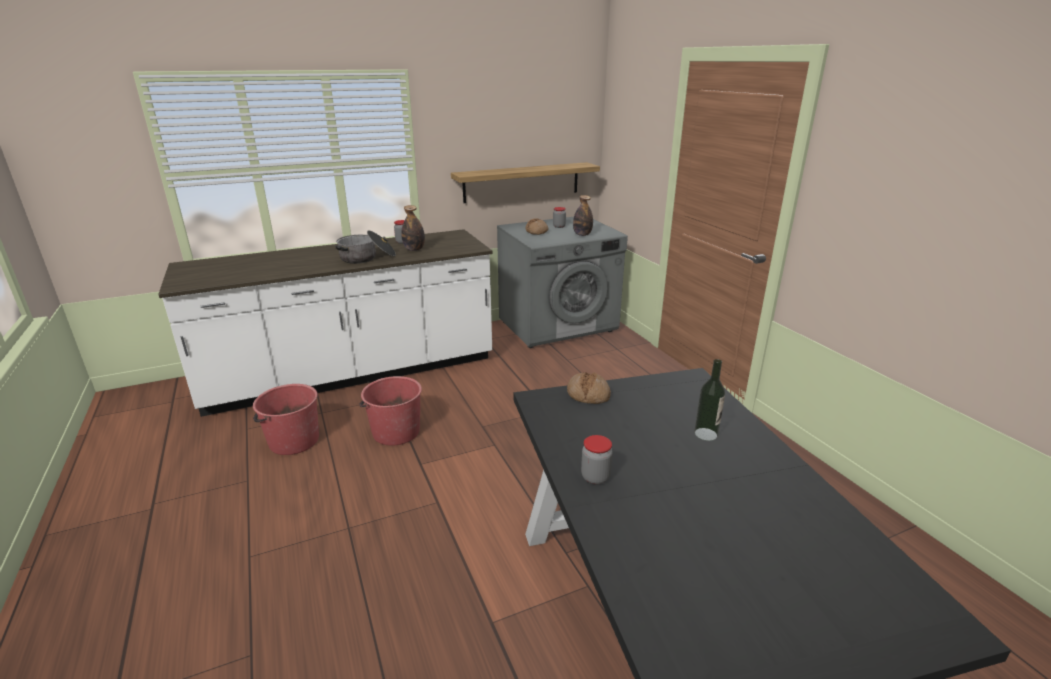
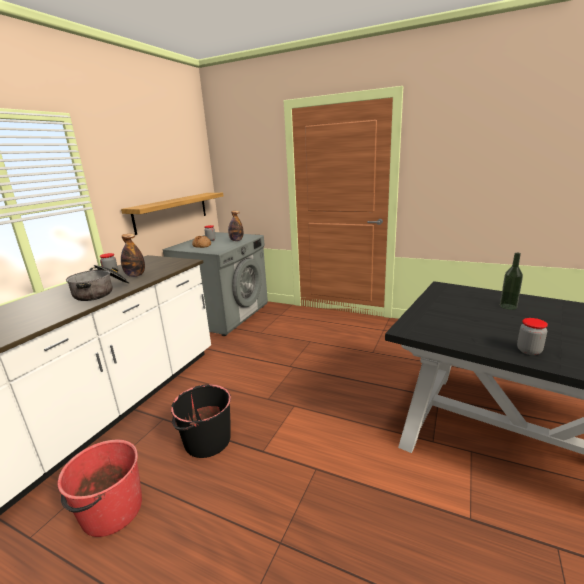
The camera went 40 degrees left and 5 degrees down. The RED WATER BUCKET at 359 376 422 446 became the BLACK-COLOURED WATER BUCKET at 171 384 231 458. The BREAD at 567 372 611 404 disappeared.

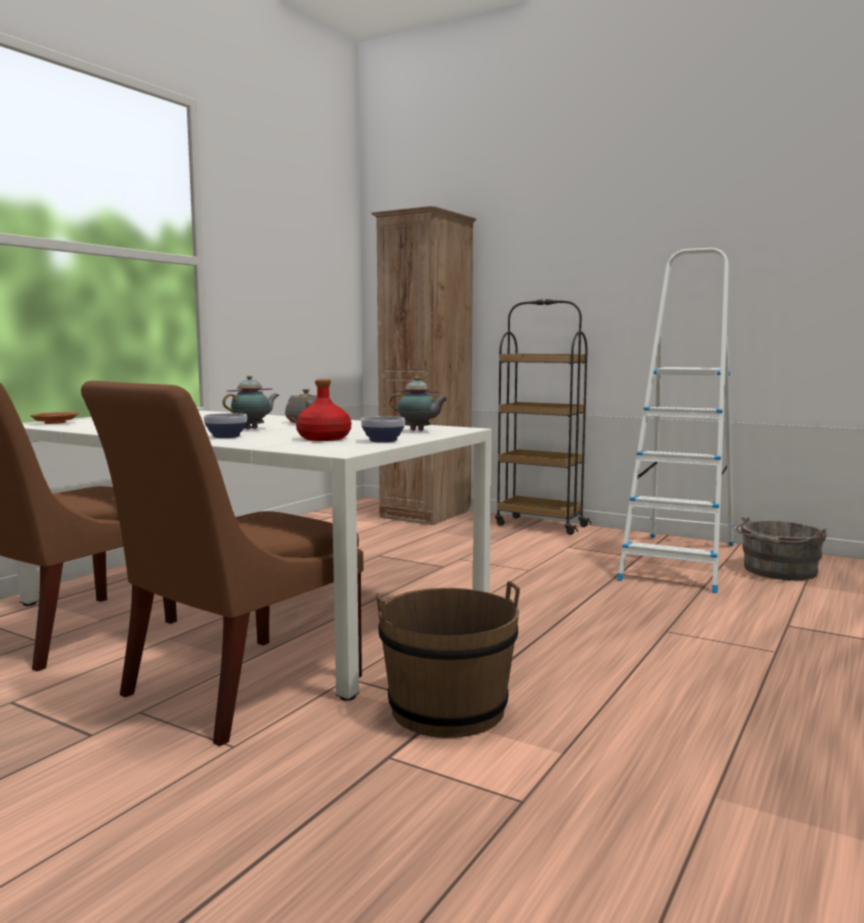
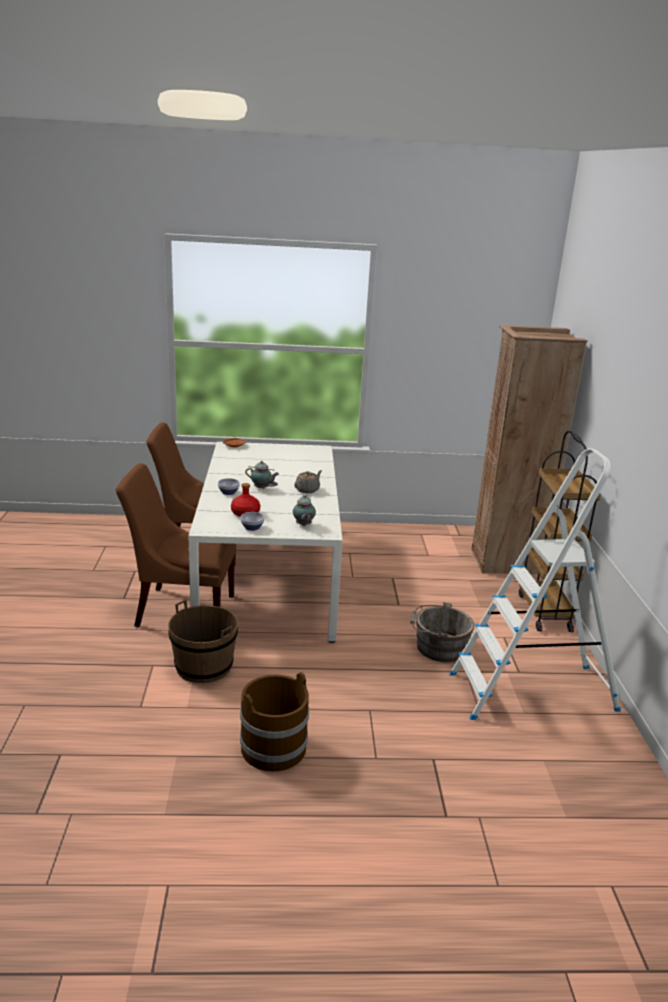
The camera went 55 degrees right and 15 degrees up. The BROWN WATER BUCKET at 240 672 309 771 appeared. The GRAY WATER BUCKET moved from 736 516 827 580 to 410 602 474 662.

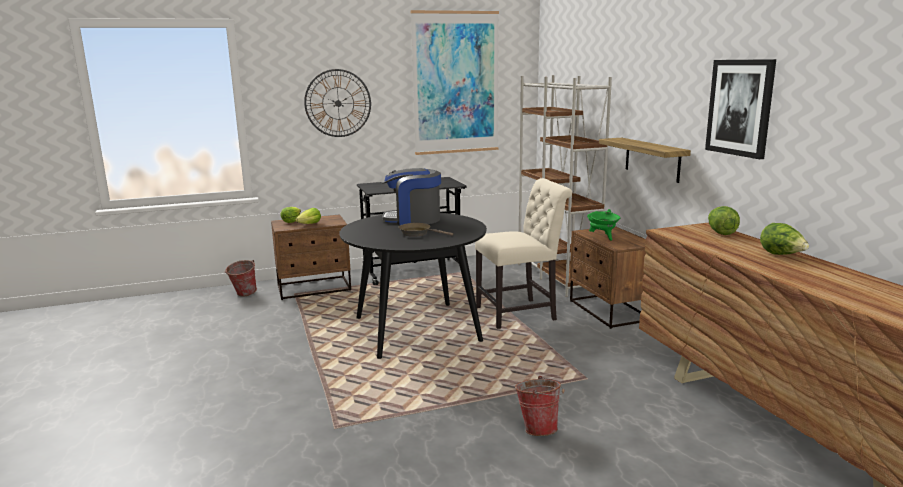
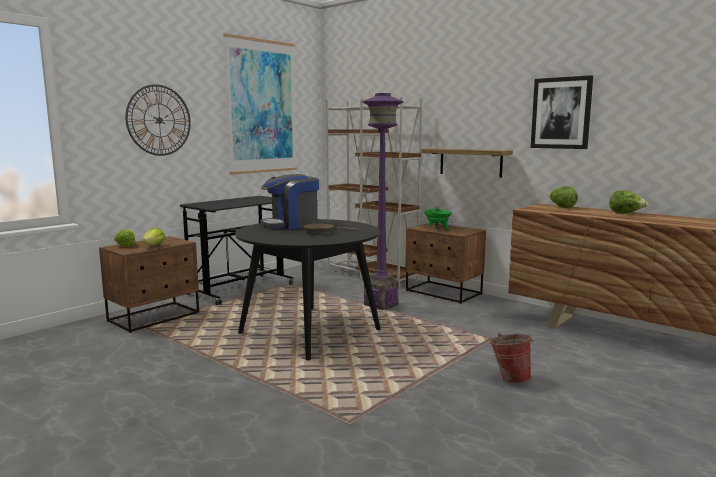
The camera went 30 degrees left and 5 degrees down. The BEIGE CHAIR at 475 178 572 329 was replaced by the PURPLE-COLOURED STANDING LAMP at 362 93 404 310. The WATER BUCKET at 224 260 257 297 disappeared.

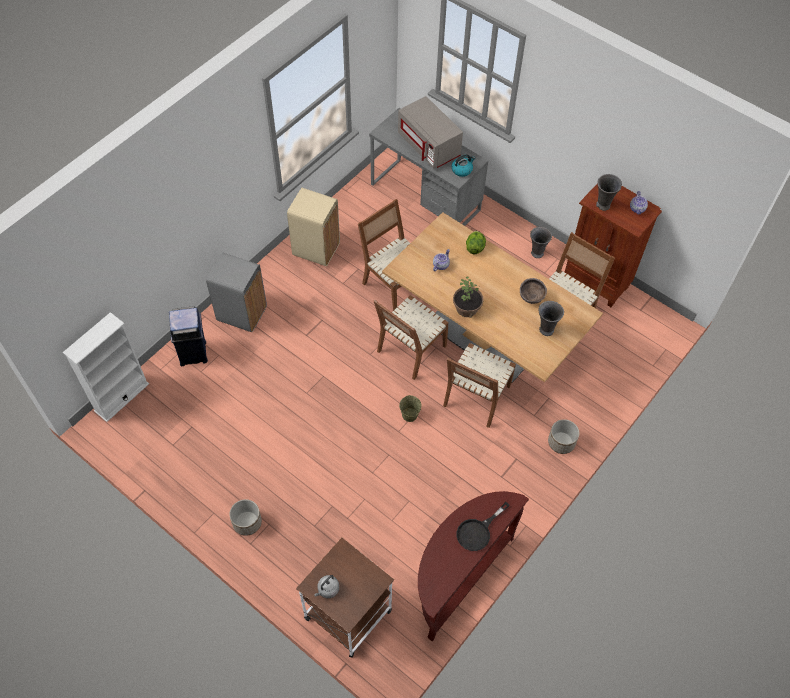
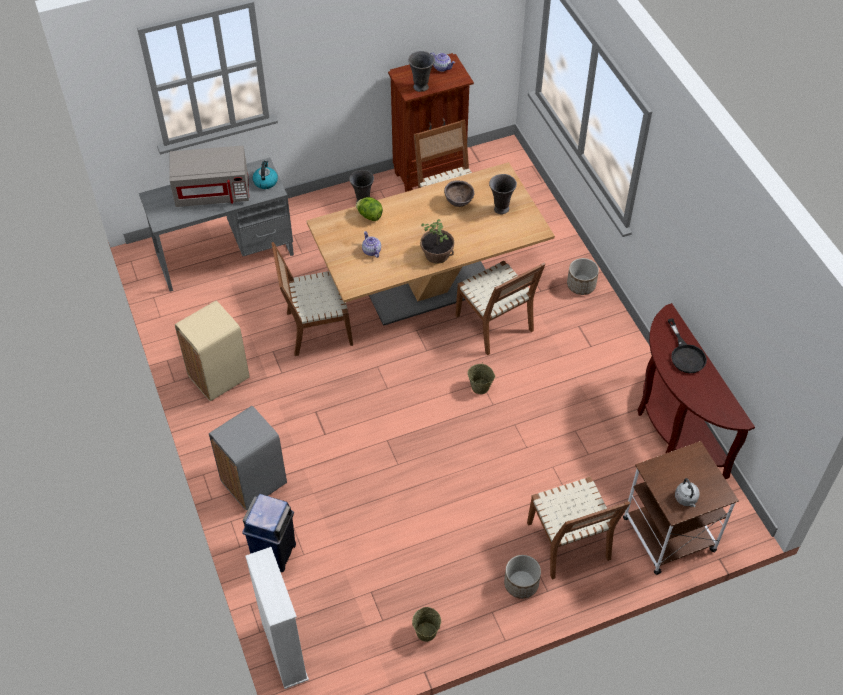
The camera went 60 degrees left and 5 degrees down. The BEIGE WATER BUCKET at 412 607 441 642 appeared. The CHAIR moved from 374 295 449 380 to 527 476 630 580.

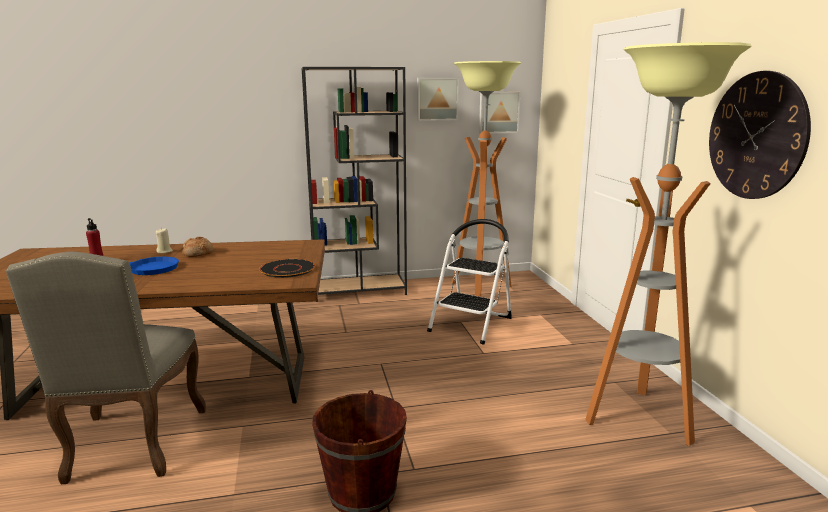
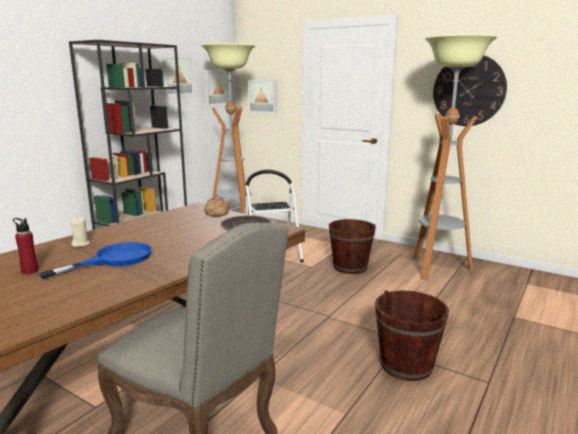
The camera went 45 degrees left and 0 degrees up. The BREAD moved from 182 237 213 257 to 204 198 229 217. The PICTURE at 248 80 277 113 appeared. The BROWN WATER BUCKET at 329 219 376 274 appeared.

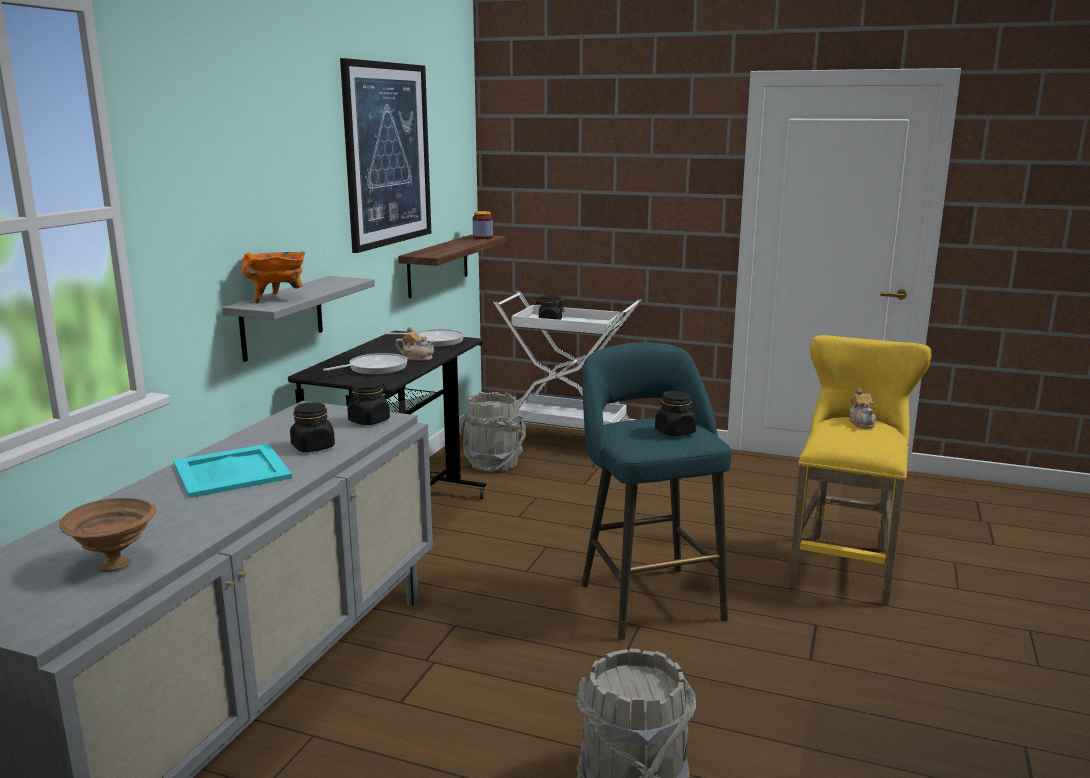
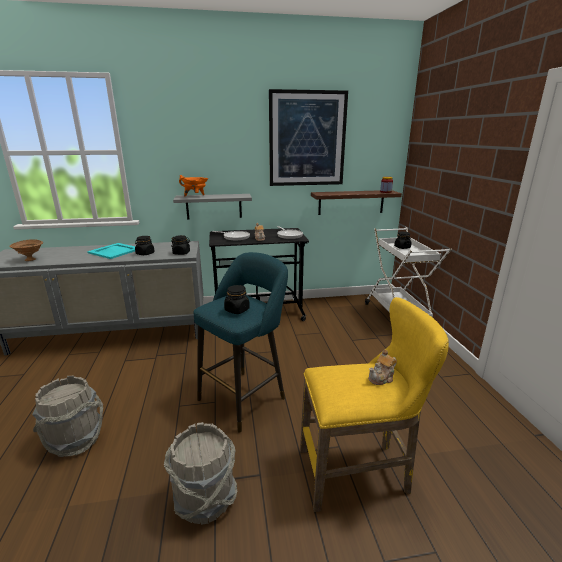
The camera went 60 degrees right and 5 degrees up. The GRAY WATER BUCKET moved from 461 392 526 472 to 164 422 237 525.

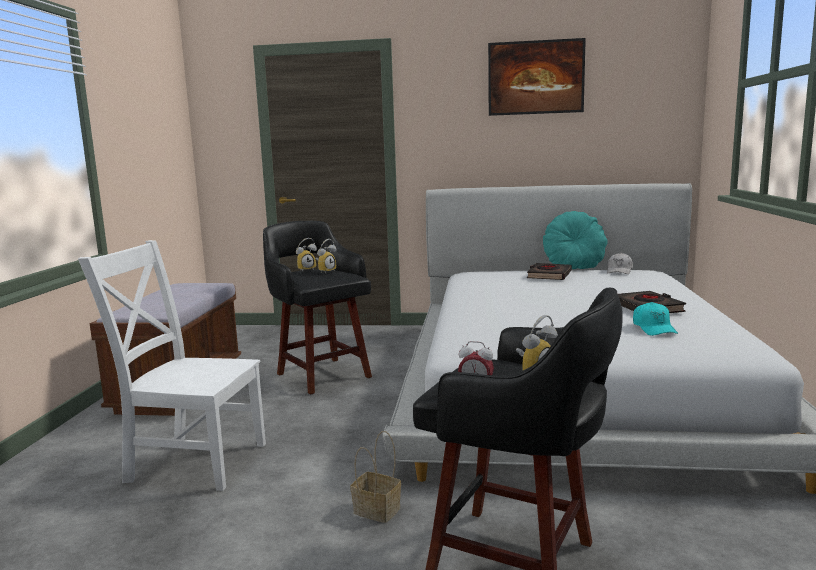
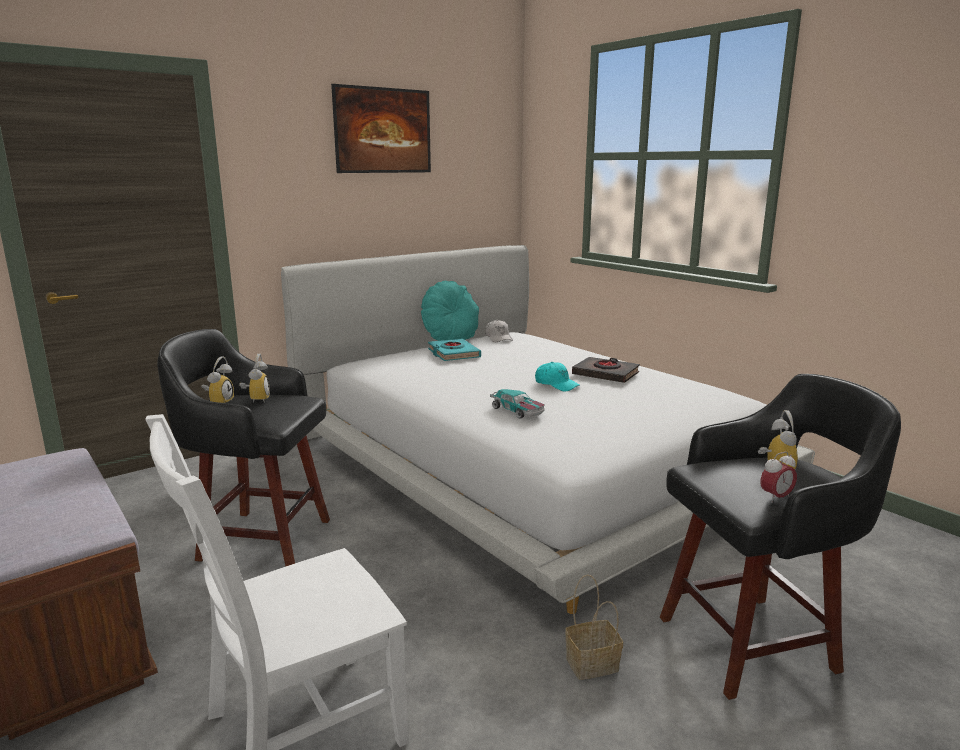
The camera went 45 degrees left and 5 degrees up. The BLACK-COLOURED VOLUME at 527 263 572 280 became the TURQUOISE VOLUME at 428 339 481 361. The MODEL CAR at 490 389 545 419 appeared. The TURQUOISE PEAKED CAP moved from 633 302 678 336 to 535 362 580 391.

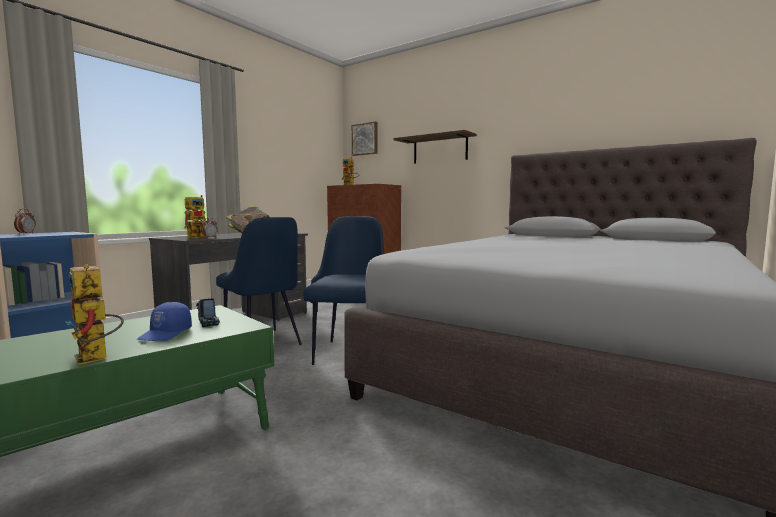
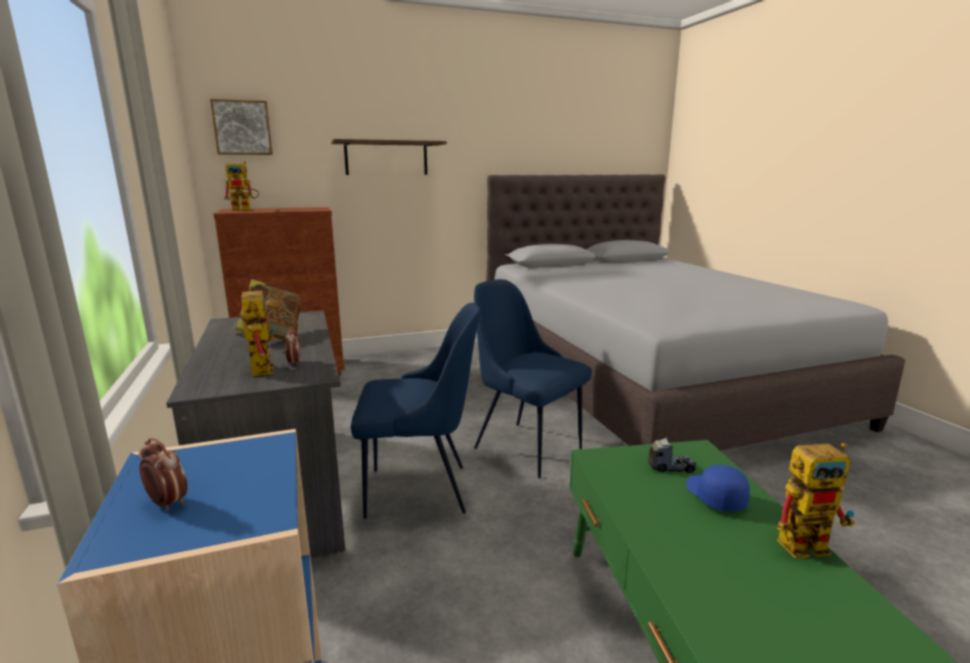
The camera went 55 degrees left and 10 degrees up. The BLUISH PEAKED CAP at 137 302 192 341 turned 150 degrees counterclockwise.

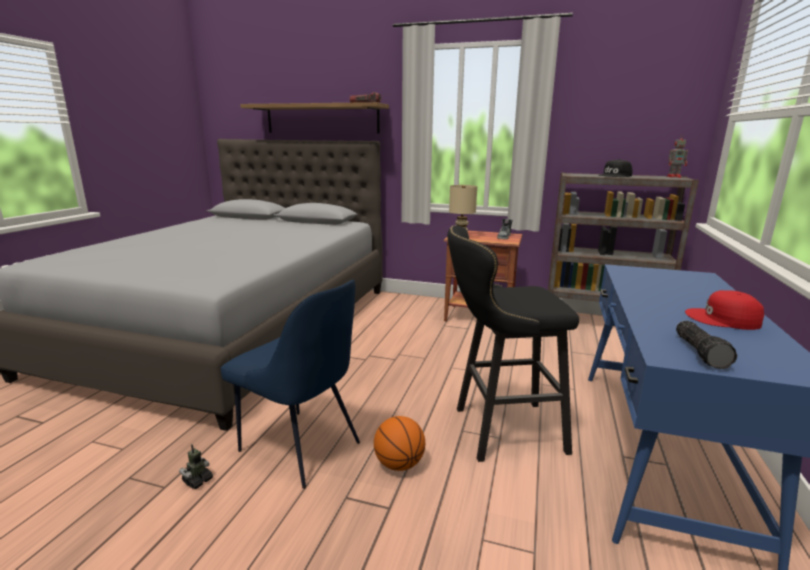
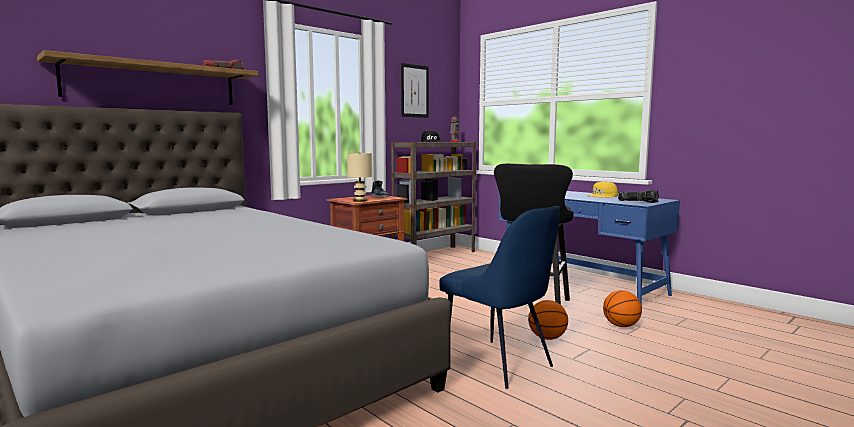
The camera went 60 degrees left and 10 degrees down. The PICTURE at 401 63 429 118 appeared. The BLUISH CHAIR at 221 280 360 489 turned 75 degrees clockwise. The RED PEAKED CAP at 685 290 764 330 became the YELLOW PEAKED CAP at 587 181 618 198. The BASKETBALL BALL at 603 290 642 327 appeared. The MODEL ROBOT at 179 445 213 489 disappeared.

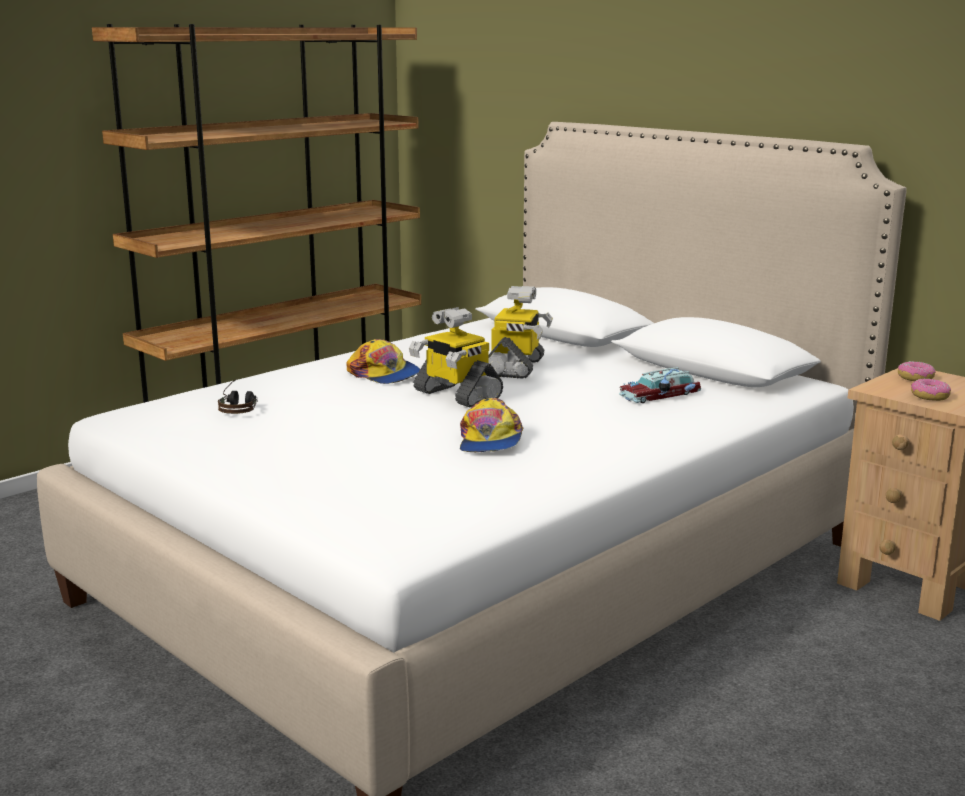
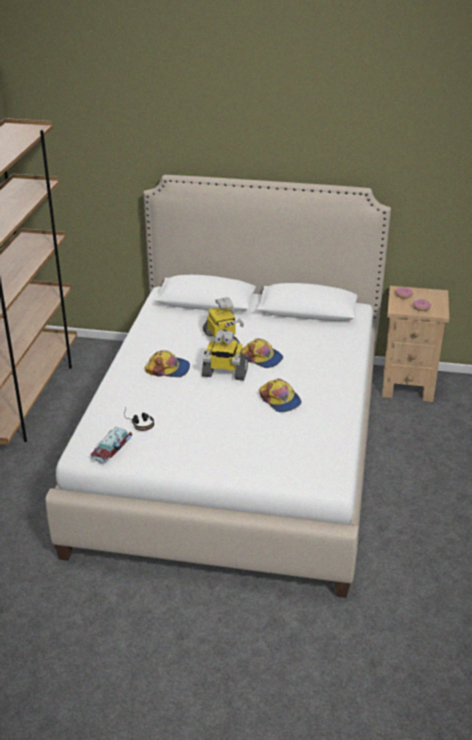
The camera went 35 degrees left and 15 degrees up. The MODEL CAR moved from 619 367 701 403 to 90 426 132 463. The PEAKED CAP at 241 339 283 368 appeared.

